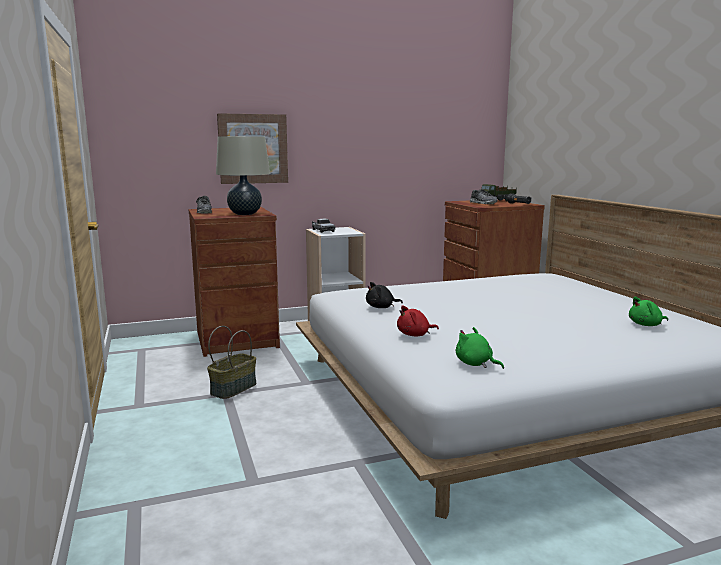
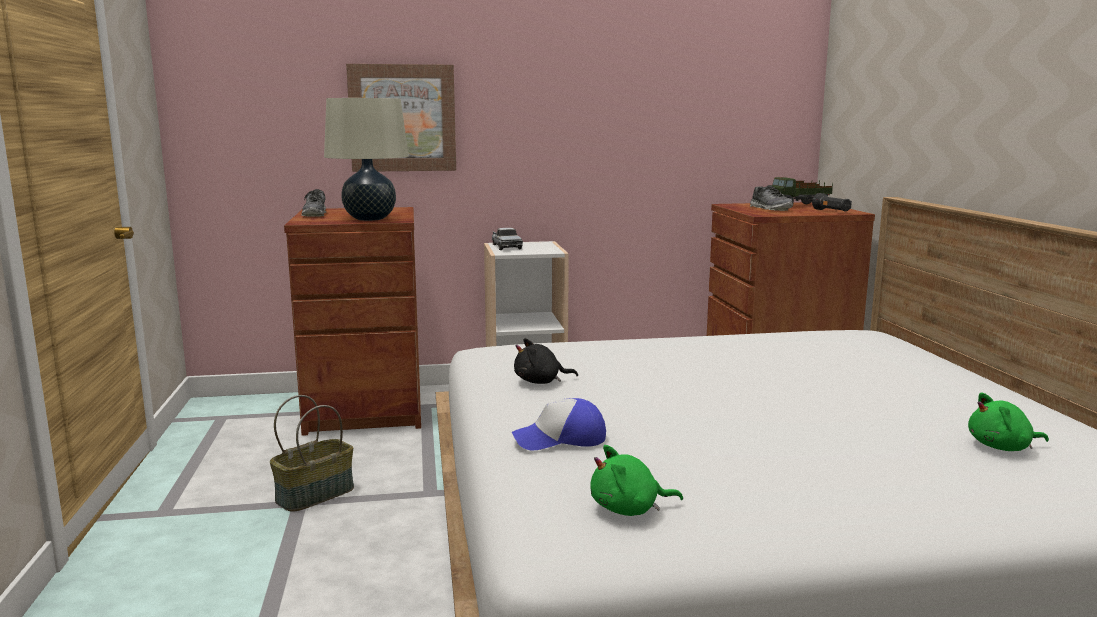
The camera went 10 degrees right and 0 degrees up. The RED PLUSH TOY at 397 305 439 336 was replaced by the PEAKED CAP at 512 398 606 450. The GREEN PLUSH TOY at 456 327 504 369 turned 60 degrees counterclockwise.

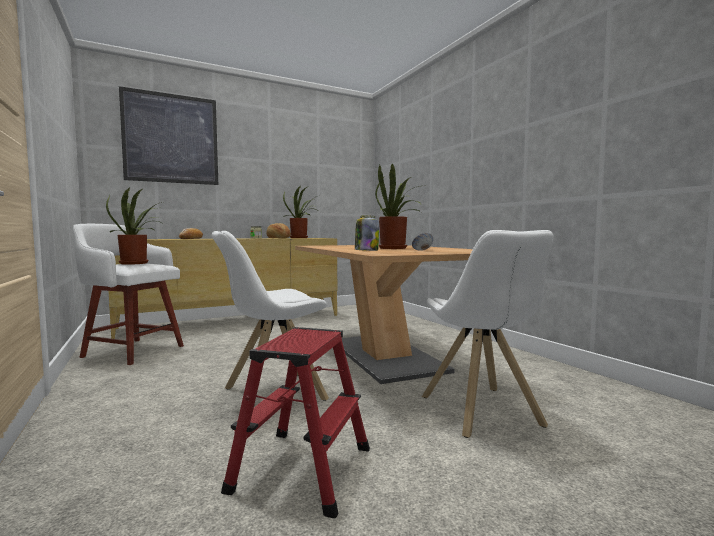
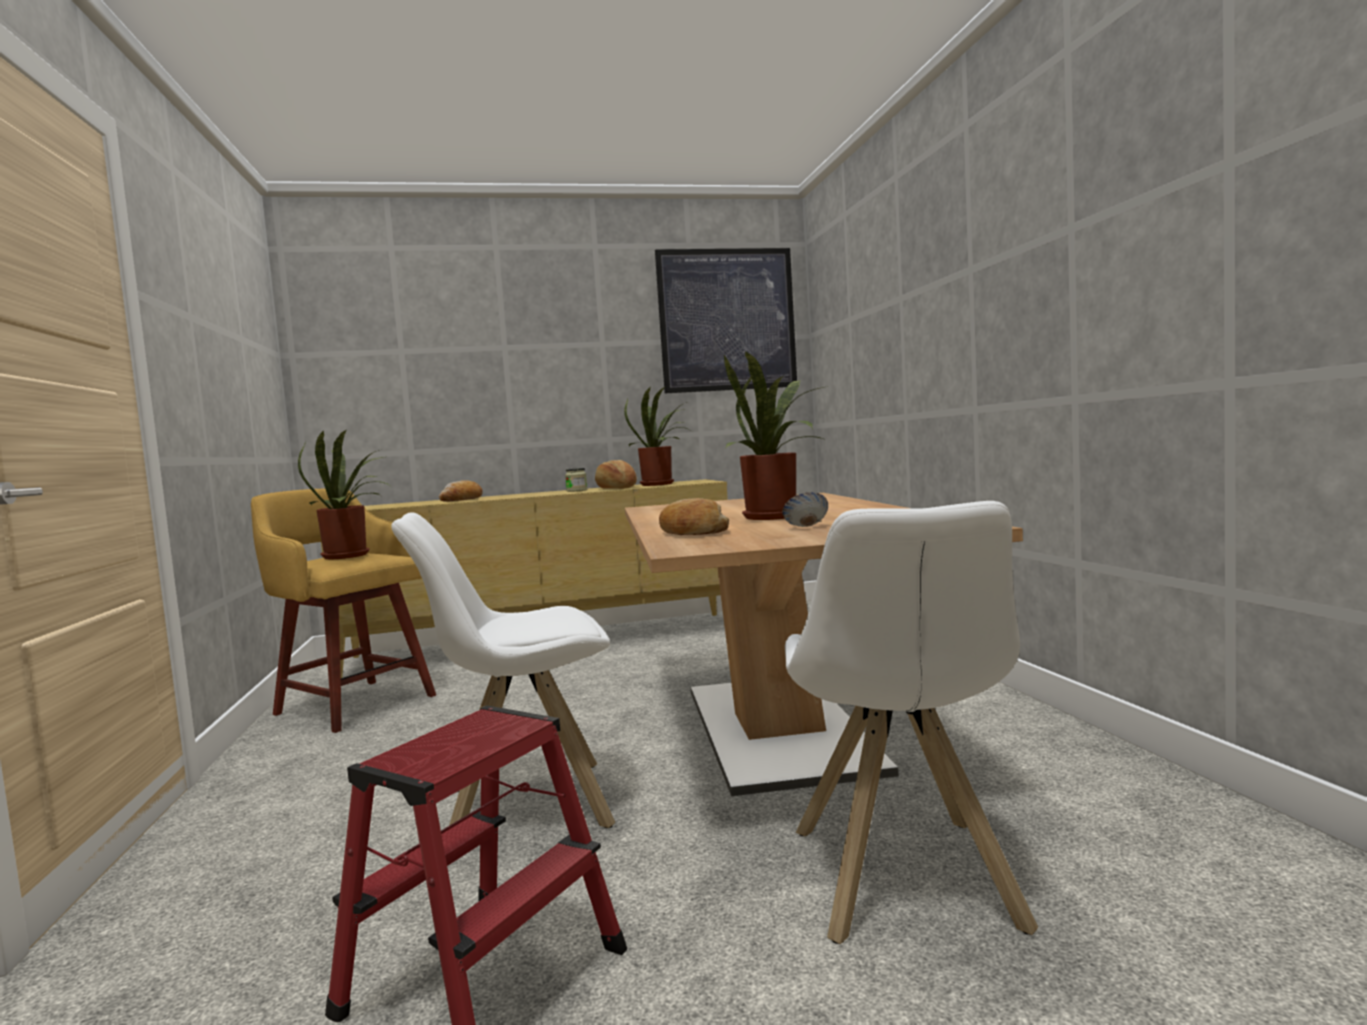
The camera went 15 degrees right and 0 degrees up. The WHITE-COLOURED STOOL at 73 224 184 365 became the YELLOW STOOL at 251 488 436 733. The PICTURE moved from 119 86 218 185 to 655 248 797 393. The STORAGE JAR at 355 215 379 251 was replaced by the BREAD at 659 498 729 535.

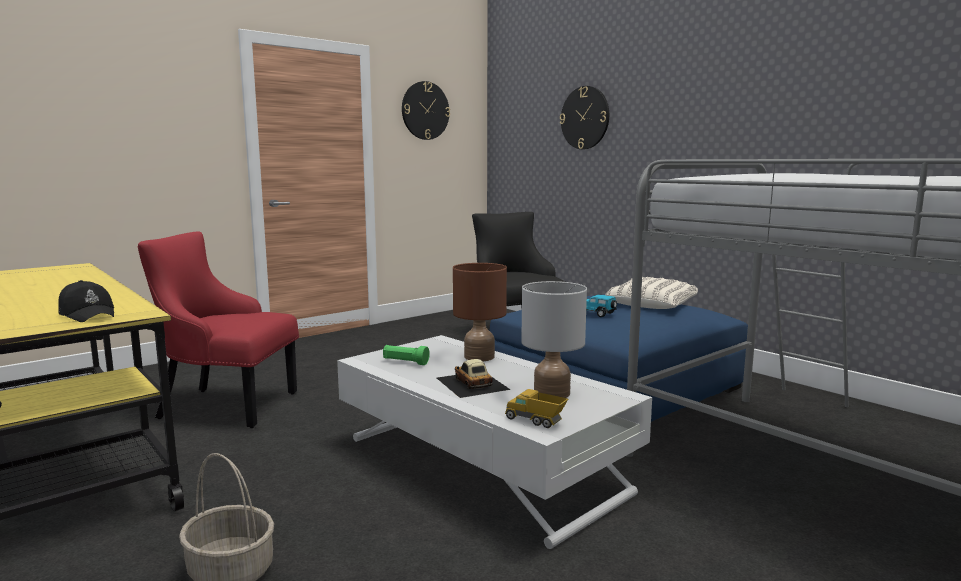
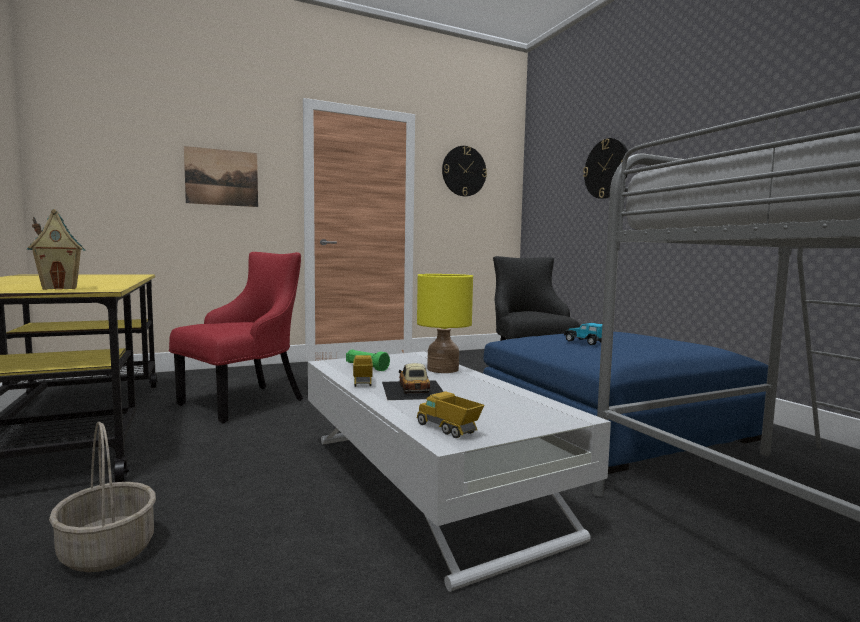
The camera went 15 degrees right and 5 degrees down. The BLACK-COLOURED PEAKED CAP at 58 280 114 322 was replaced by the MINIATURE HOUSE at 27 209 86 290. The RED CHAIR at 138 231 299 428 turned 105 degrees clockwise. The PICTURE at 184 146 258 207 appeared. The MODEL TRUCK at 353 355 373 387 appeared. The BROWN TABLE LAMP at 453 263 507 361 became the YELLOW TABLE LAMP at 417 274 473 373. The GRAY TABLE LAMP at 521 281 587 398 disappeared. The BEIGE THROW PILLOW at 605 277 698 309 disappeared.

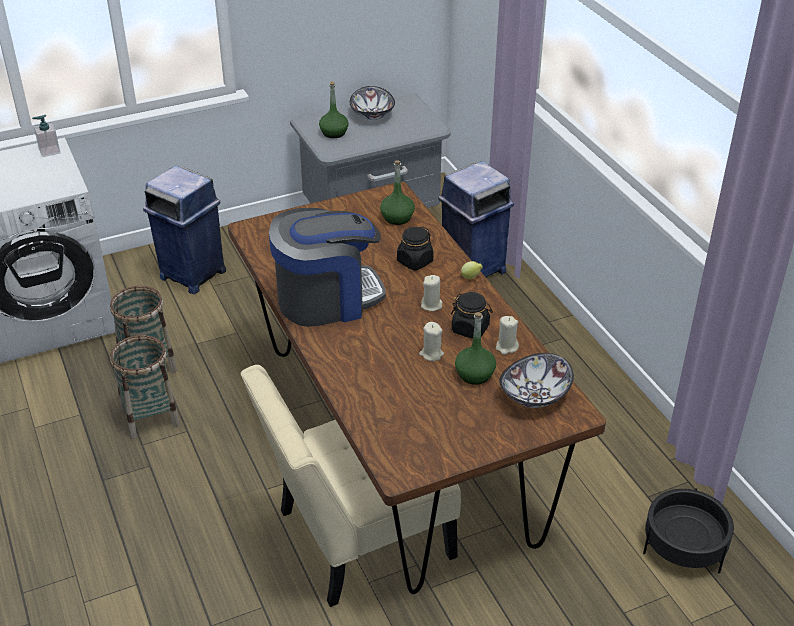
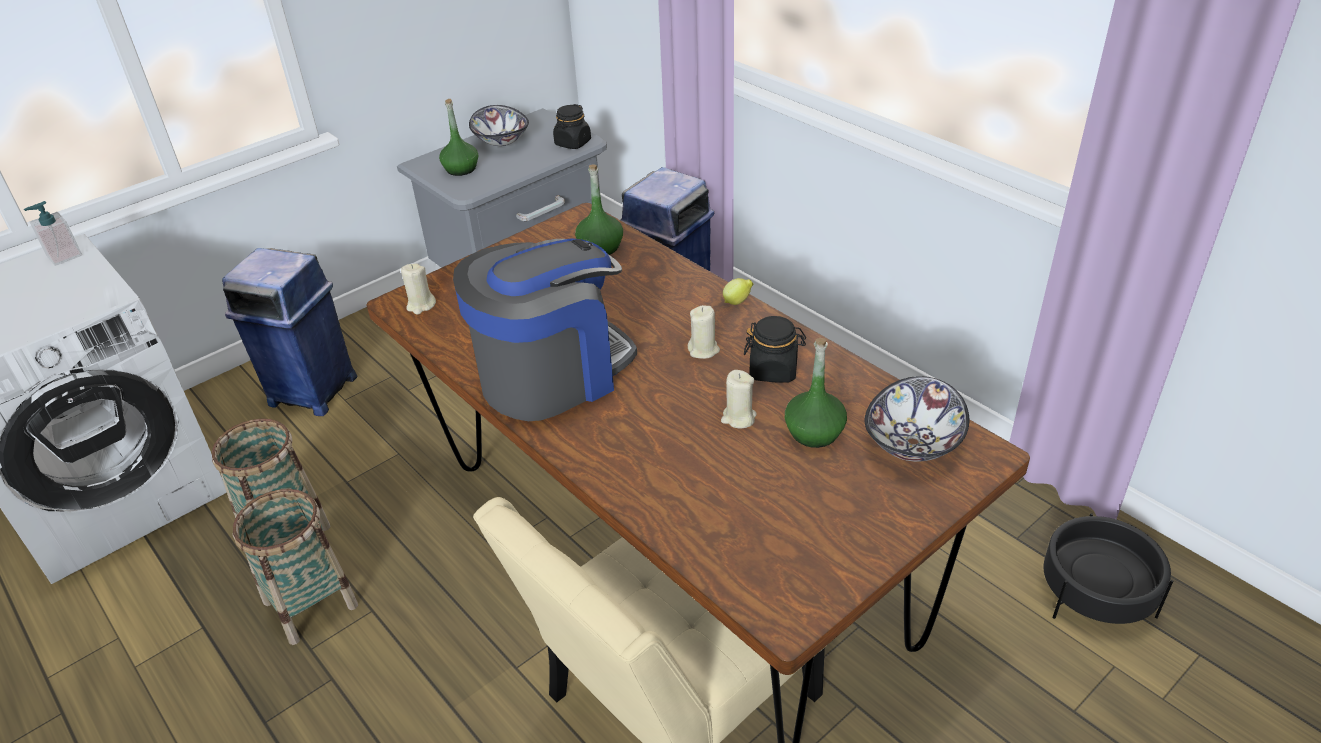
The camera went 15 degrees left and 0 degrees up. The BEIGE WAX CANDLE moved from 496 316 519 355 to 401 263 436 315. The BLACK-COLOURED STORAGE JAR moved from 397 227 433 270 to 553 104 591 149.

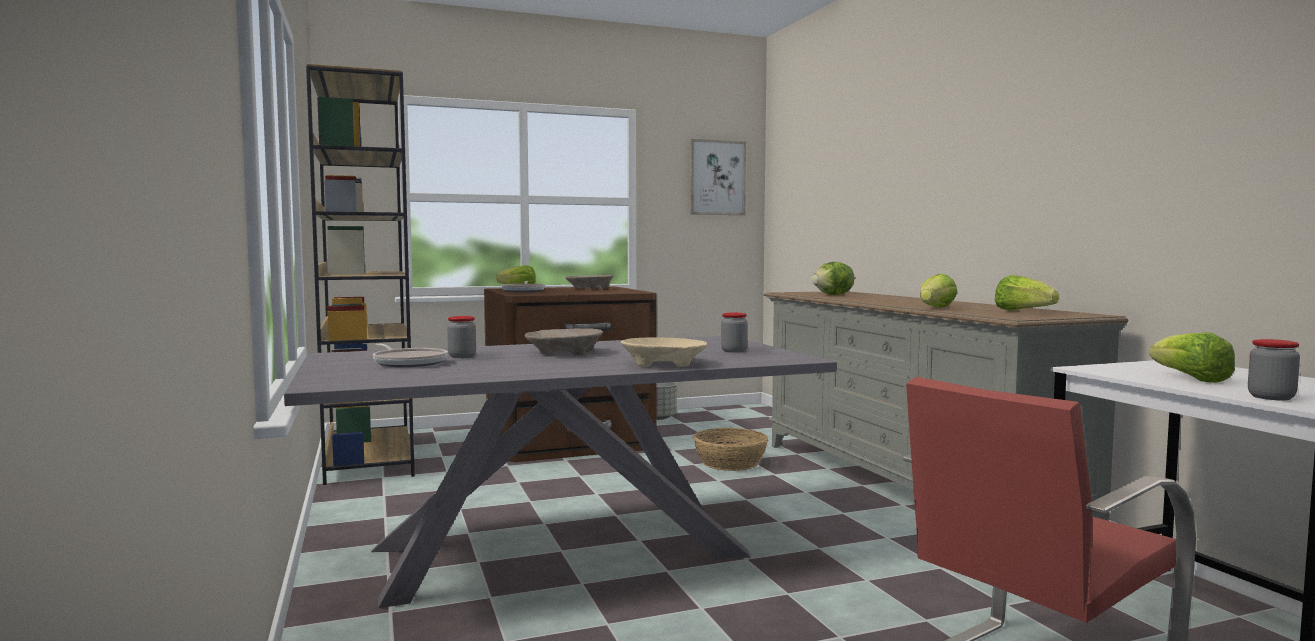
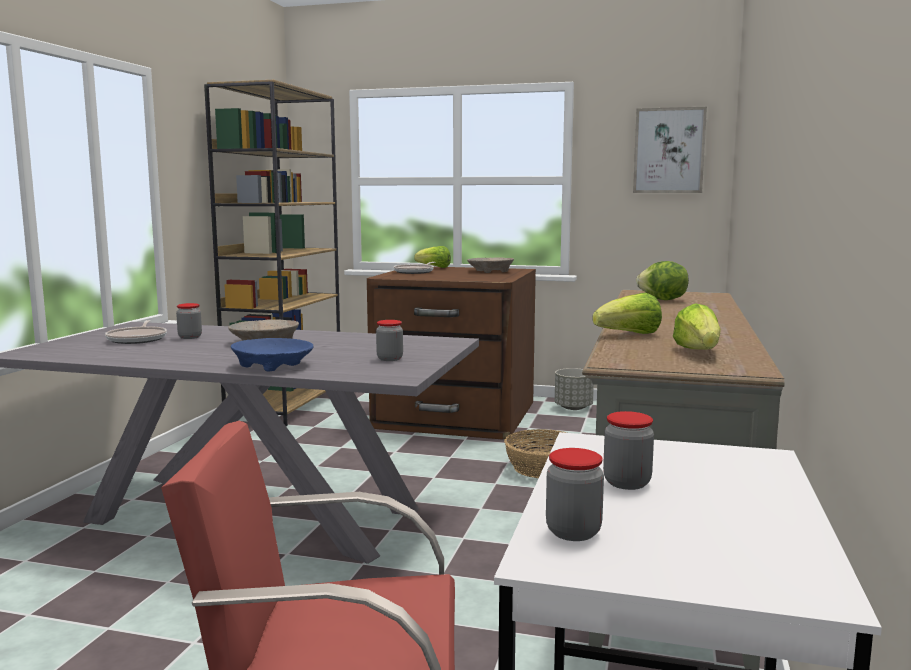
The camera went 35 degrees right and 5 degrees up. The BEIGE BOWL at 621 337 708 367 became the BLUISH BOWL at 231 338 314 371. The LETTUCE at 1149 333 1235 383 was replaced by the STORAGE JAR at 603 411 654 490.

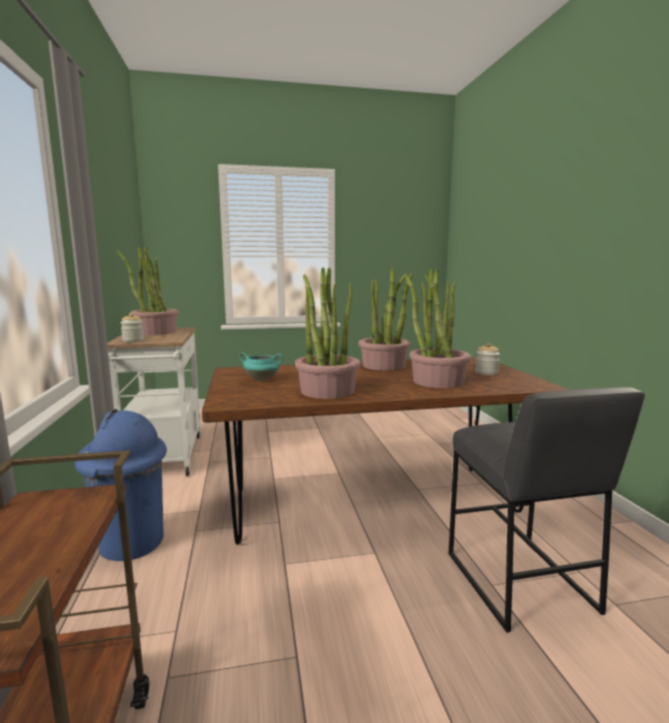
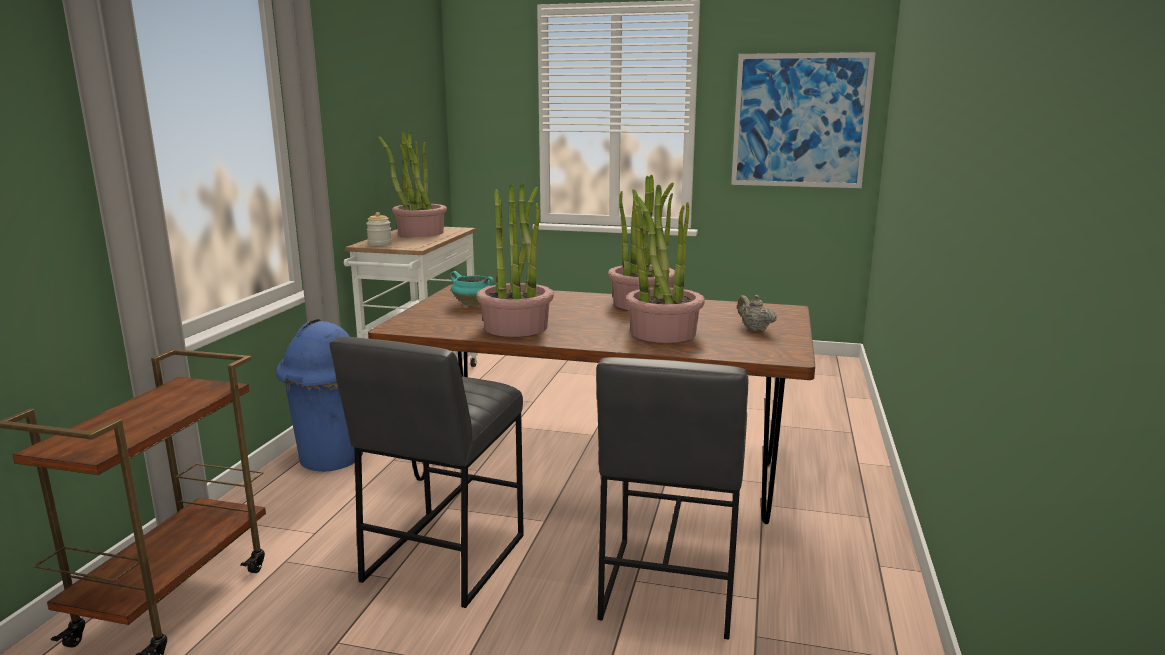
The camera went 25 degrees right and 5 degrees up. The GRAY STOOL at 329 337 524 608 appeared. The PICTURE at 731 52 876 188 appeared. The STORAGE JAR at 475 343 500 375 was replaced by the BEIGE POT FOR TEA at 737 295 777 331.

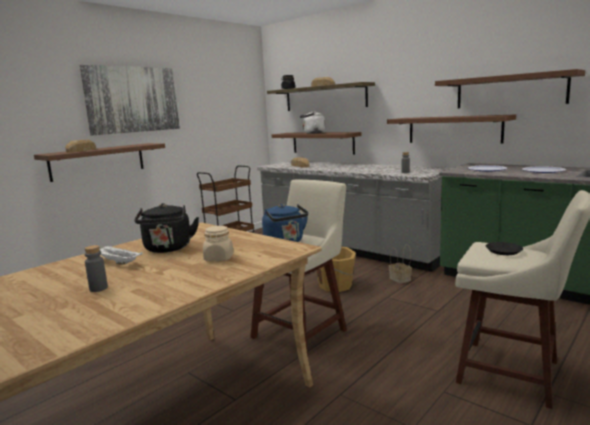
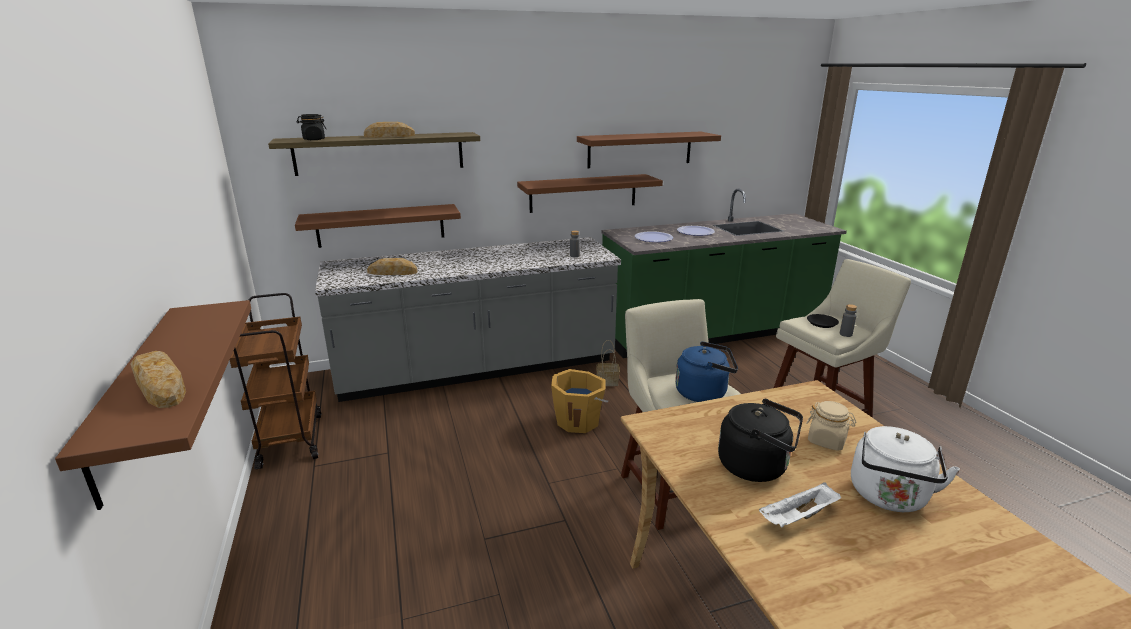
The camera went 60 degrees left and 10 degrees up. The GRAY DRINK BOTTLE moved from 84 245 108 292 to 840 304 857 337. The WHITE-COLOURED WATER KETTLE moved from 300 111 325 134 to 851 426 960 512. The PICTURE at 80 65 180 135 disappeared.

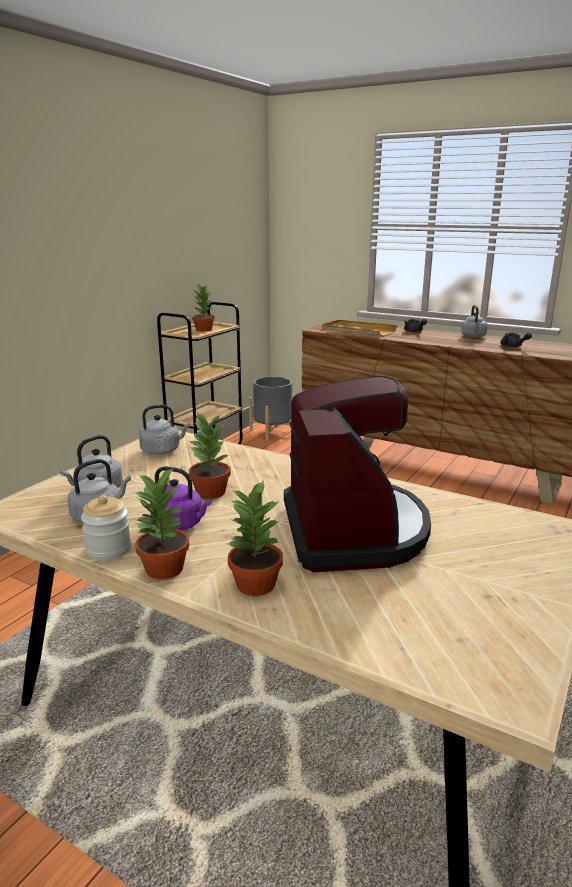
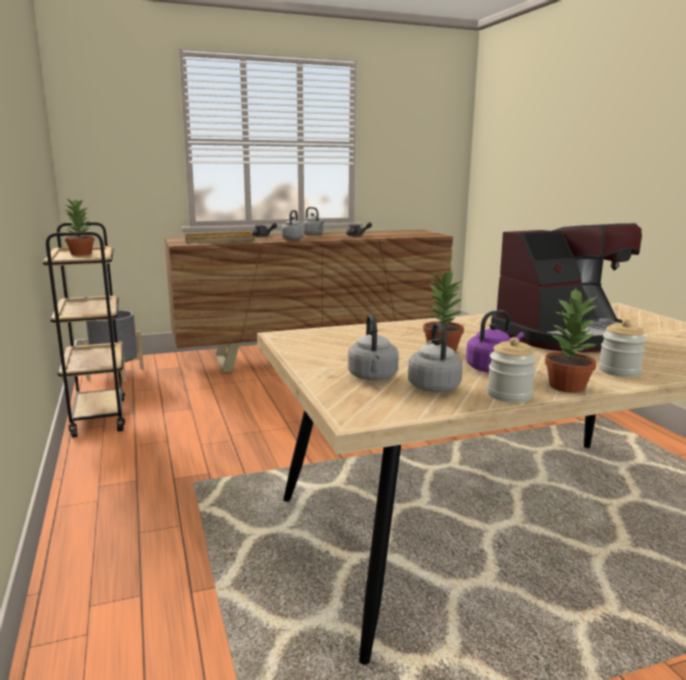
The camera went 50 degrees left and 5 degrees down. The GRAY WATER KETTLE moved from 139 405 190 455 to 281 210 304 240. The COFFEE BREWER at 284 376 431 572 turned 120 degrees clockwise. The POTTED PLANT at 225 479 283 596 was replaced by the STORAGE JAR at 599 319 647 377.

